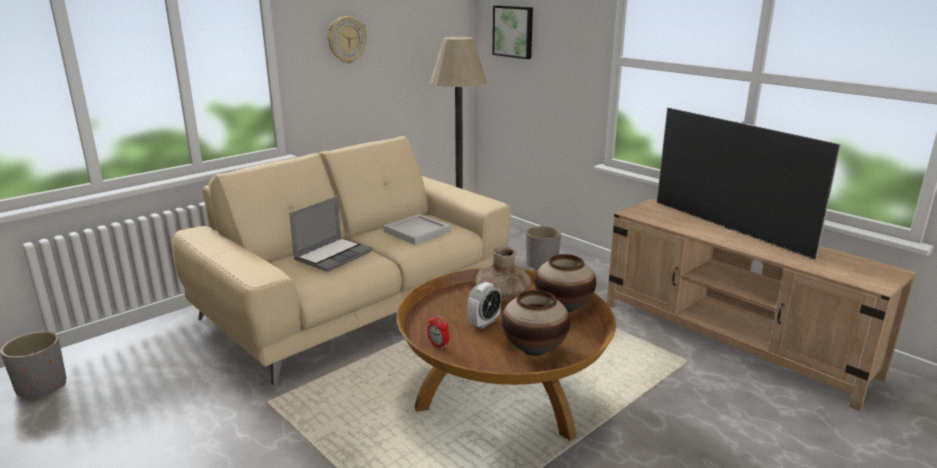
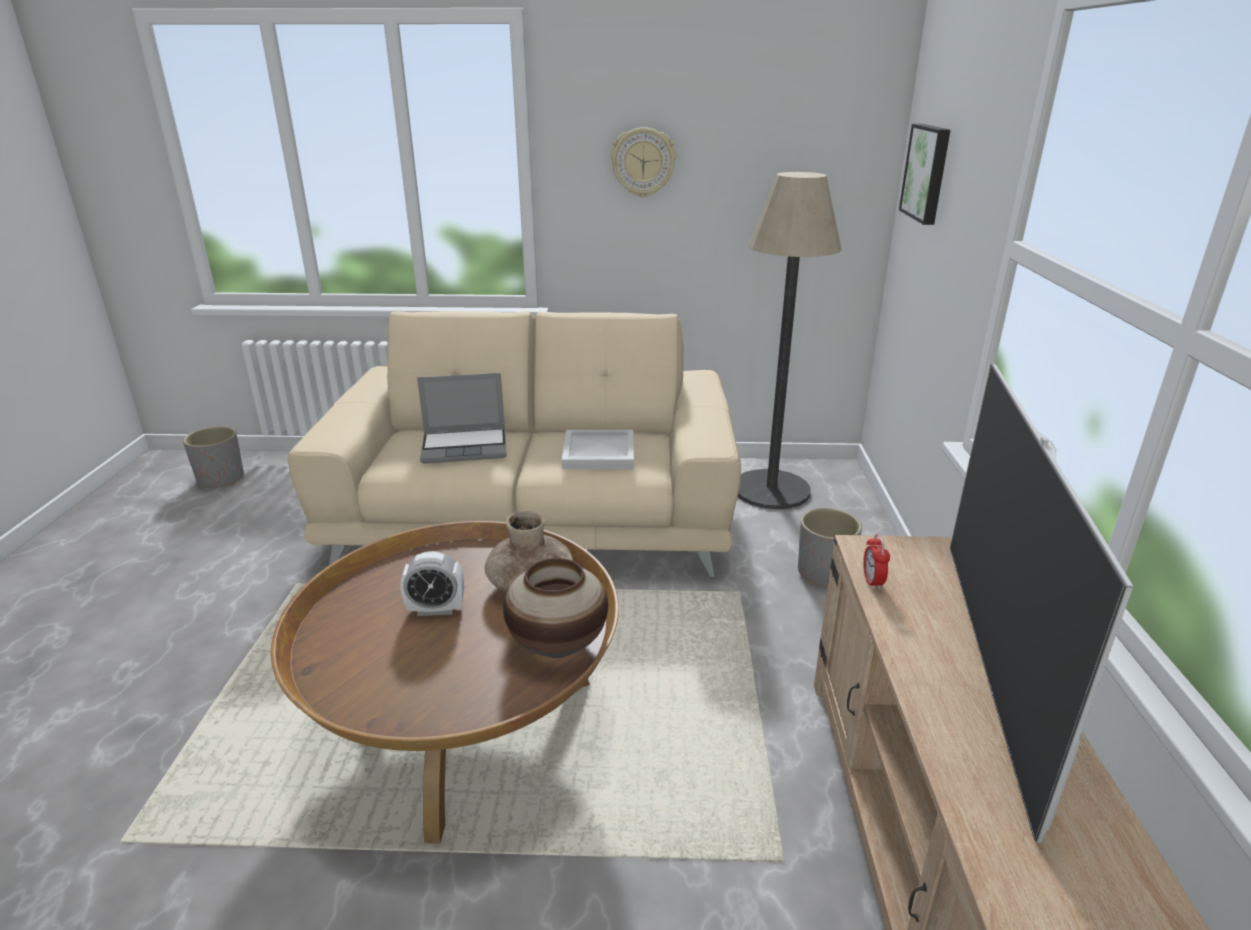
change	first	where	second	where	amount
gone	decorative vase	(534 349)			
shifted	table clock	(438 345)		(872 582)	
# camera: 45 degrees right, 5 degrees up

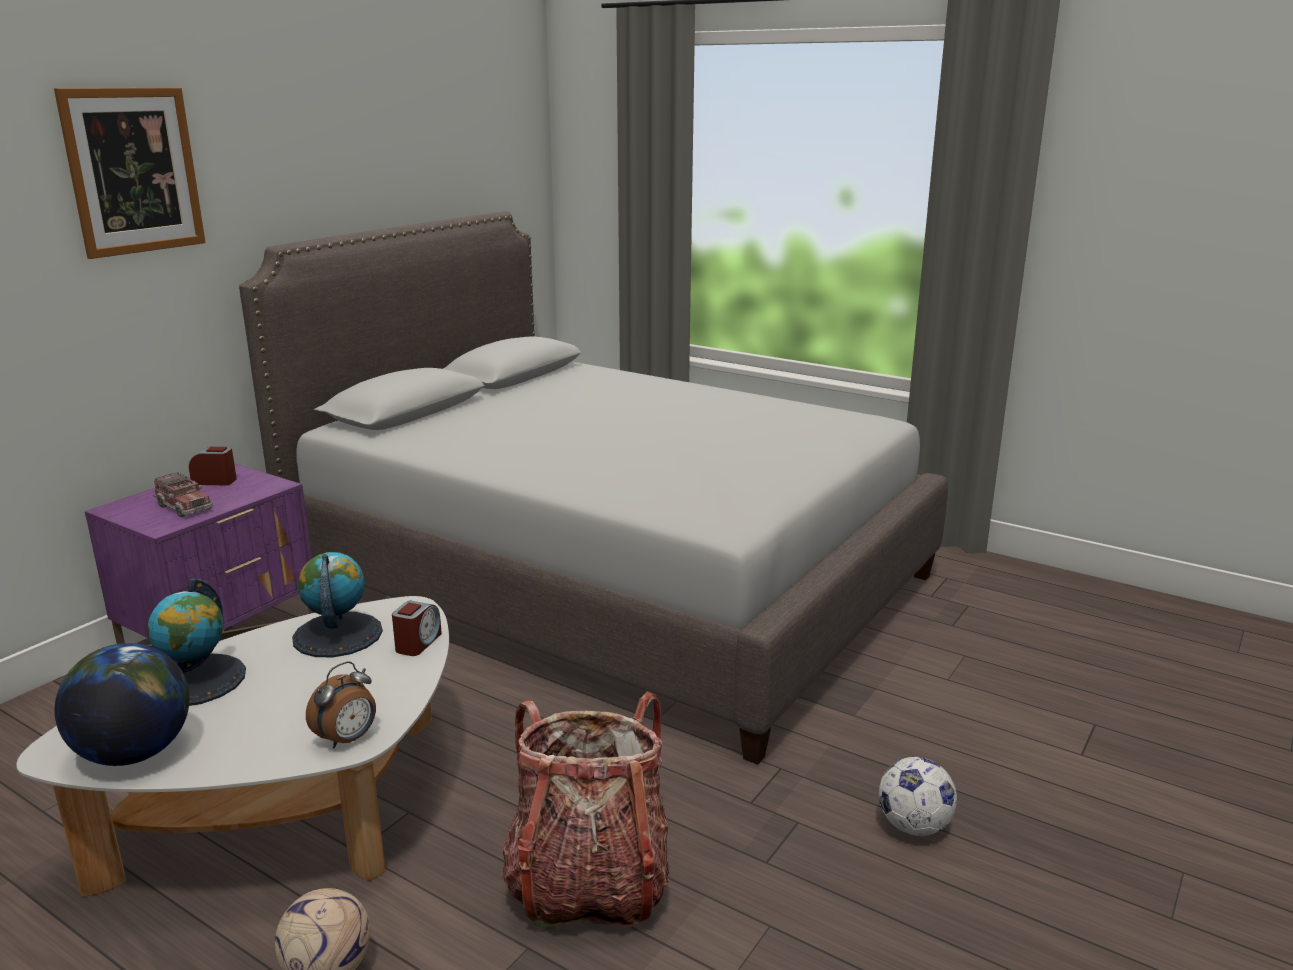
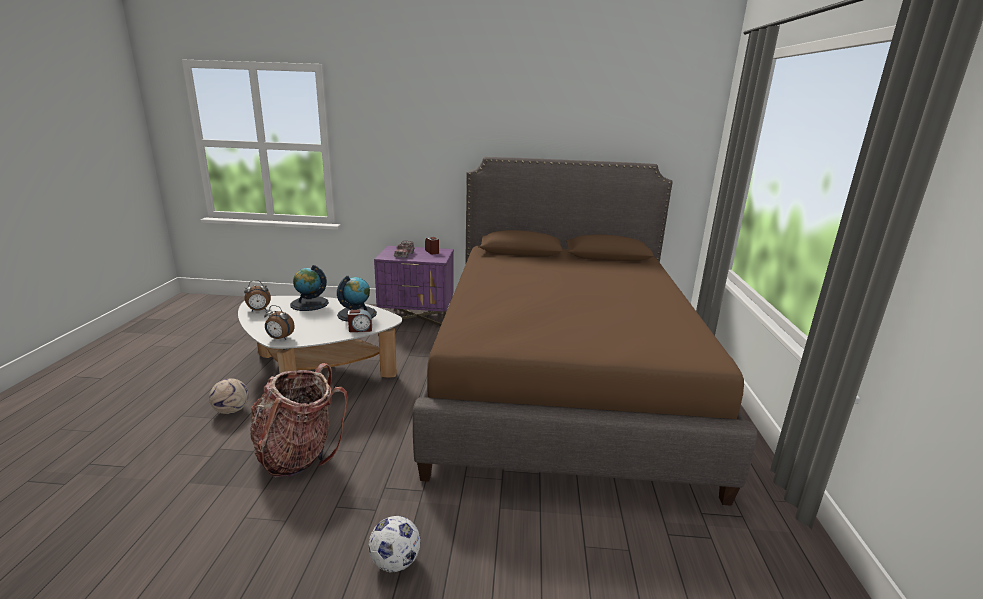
change	first	where	second	where	amount
gone	wall picture	(133 171)			
swapped	globe	(134 753)	table clock	(259 310)	
repainted	bed/greyish	(611 579)	bed/brown	(562 381)	
# camera: 60 degrees right, 0 degrees up

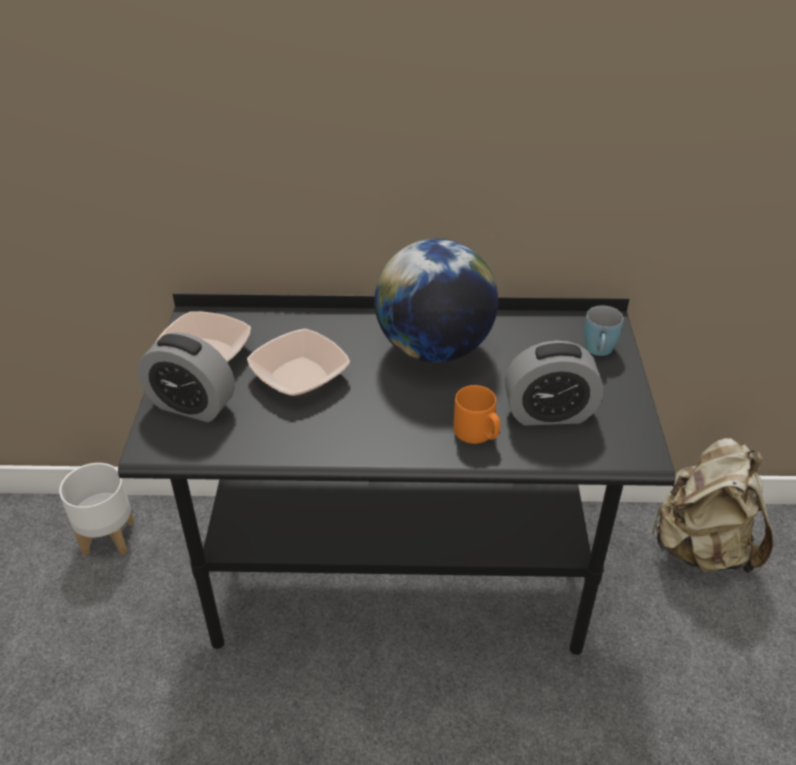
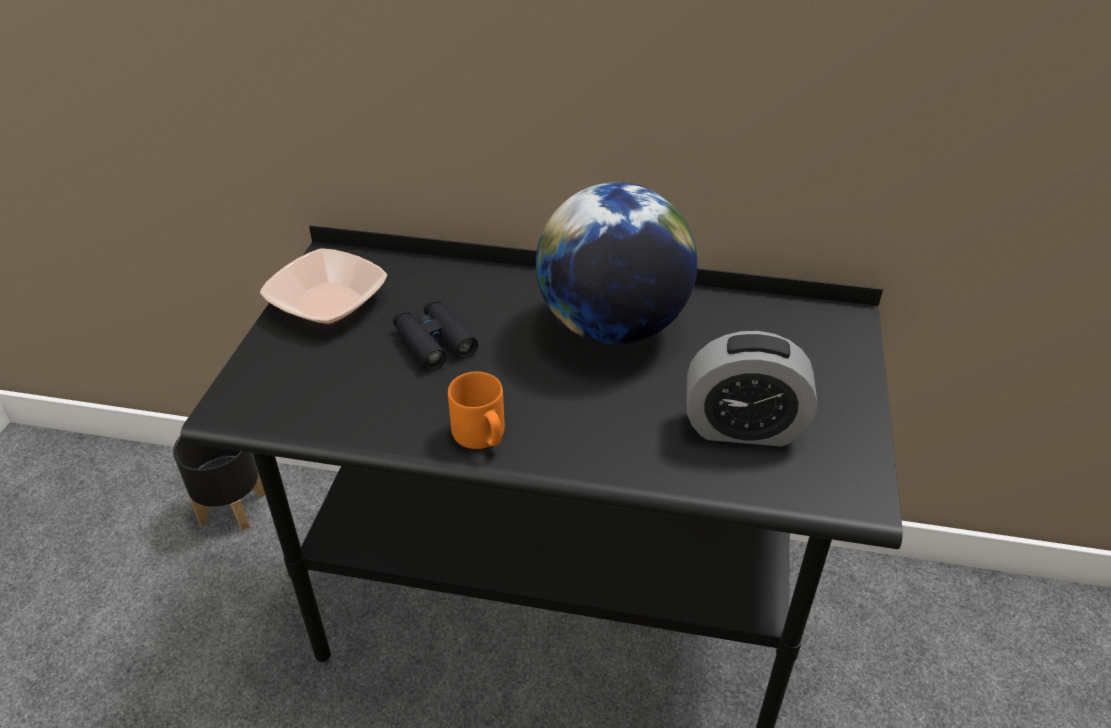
change	first	where	second	where	amount
gone	table clock	(192 405)			
gone	coffee mug/bluish	(599 352)			
gone	backpack/beige	(701 548)			
shifted	coffee mug/orangey	(477 433)		(481 436)	
swapped	bowl	(299 376)	binoculars/black-coloured	(434 342)	
repainted	flower pot/white	(108 536)	flower pot/black-coloured	(233 507)	
# camera: 10 degrees right, 0 degrees up

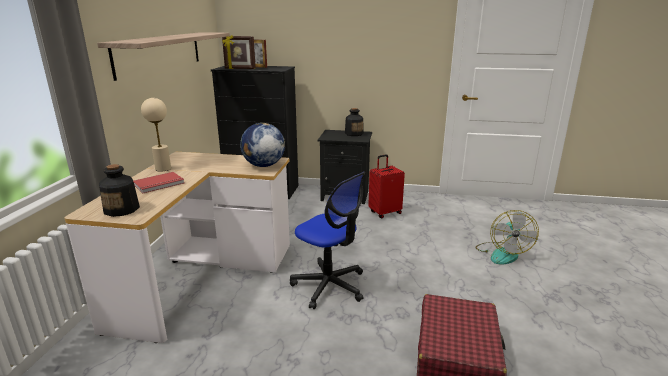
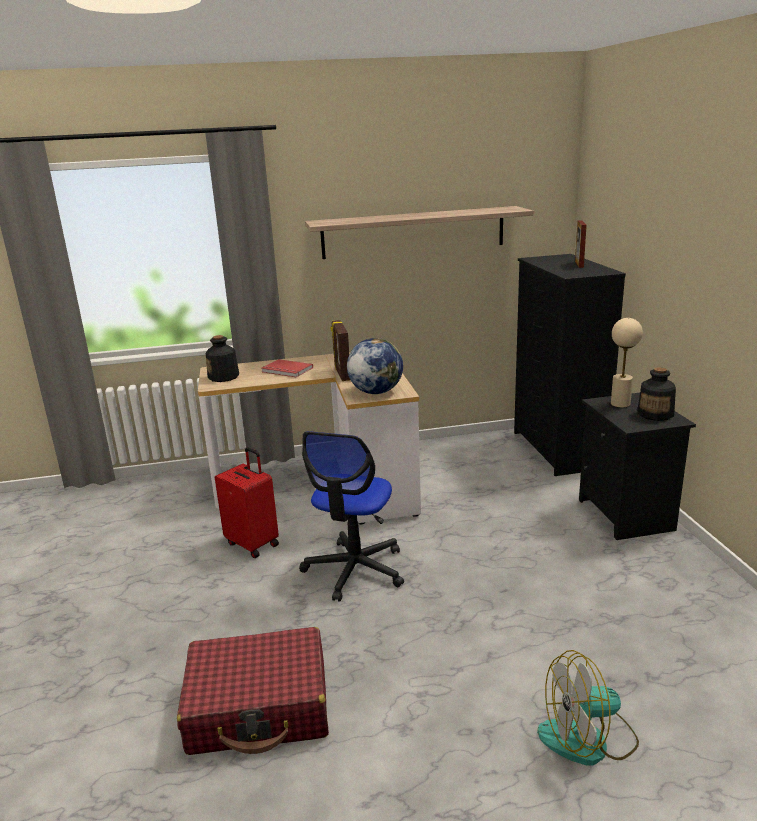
change	first	where	second	where	amount
shifted	lamp for a table/beige	(163 168)		(620 404)	
shifted	standing frame	(240 69)		(342 374)	
shifted	piece of luggage/red	(384 212)		(253 543)	
# camera: 70 degrees right, 0 degrees up

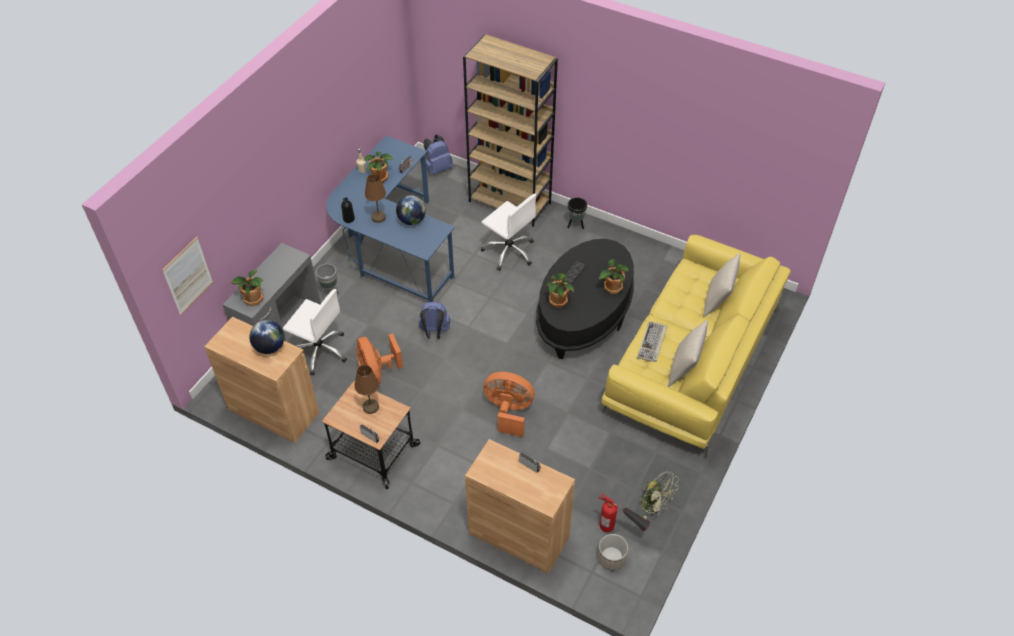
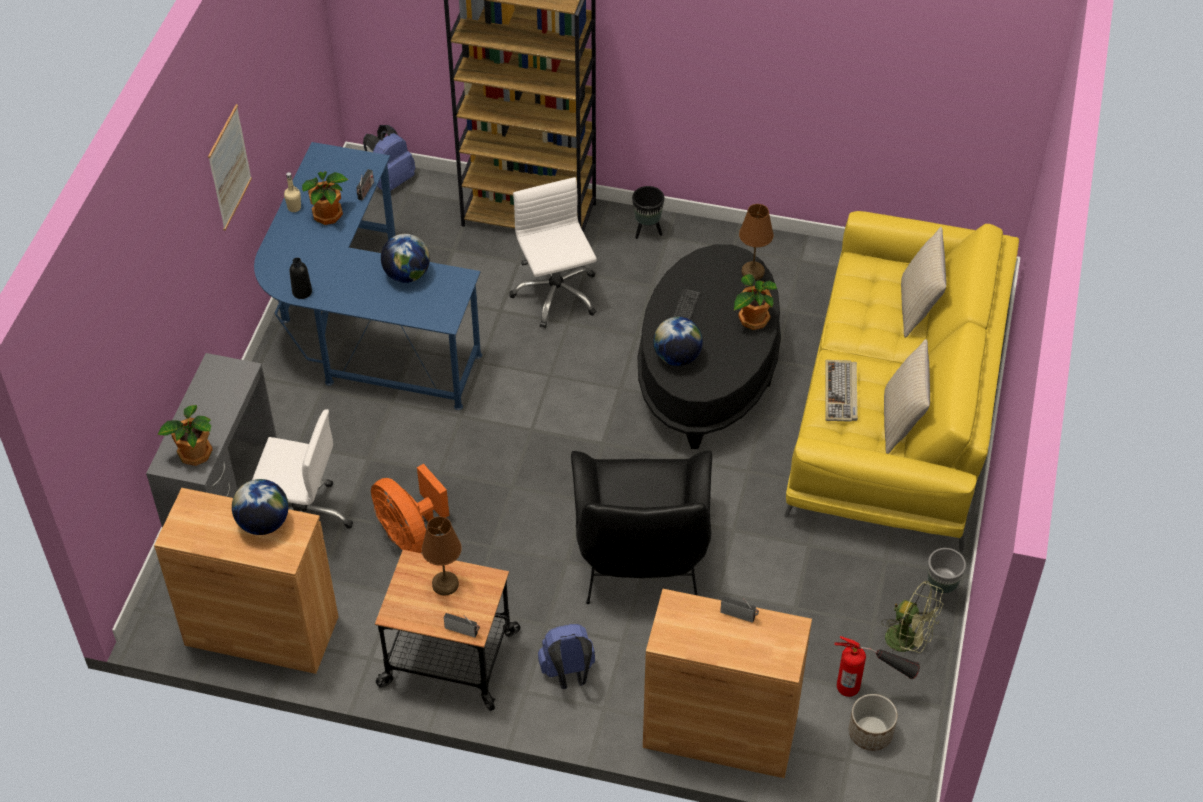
change	first	where	second	where	amount
shifted	wall picture	(188 276)		(229 167)	
shifted	flower pot/greyish	(330 292)		(939 595)	
shifted	lamp for a table/brown	(378 217)		(753 272)	
shifted	backpack/bluish	(434 332)		(568 674)	
swapped	electric fan/orangey	(508 411)	lounge chair/black-coloured	(641 548)	
swapped	potted plant	(558 301)	globe	(677 357)	
rotated	computer chair/white	(509 251)		(555 295)	135 degrees counterclockwise
# camera: 15 degrees left, 0 degrees up

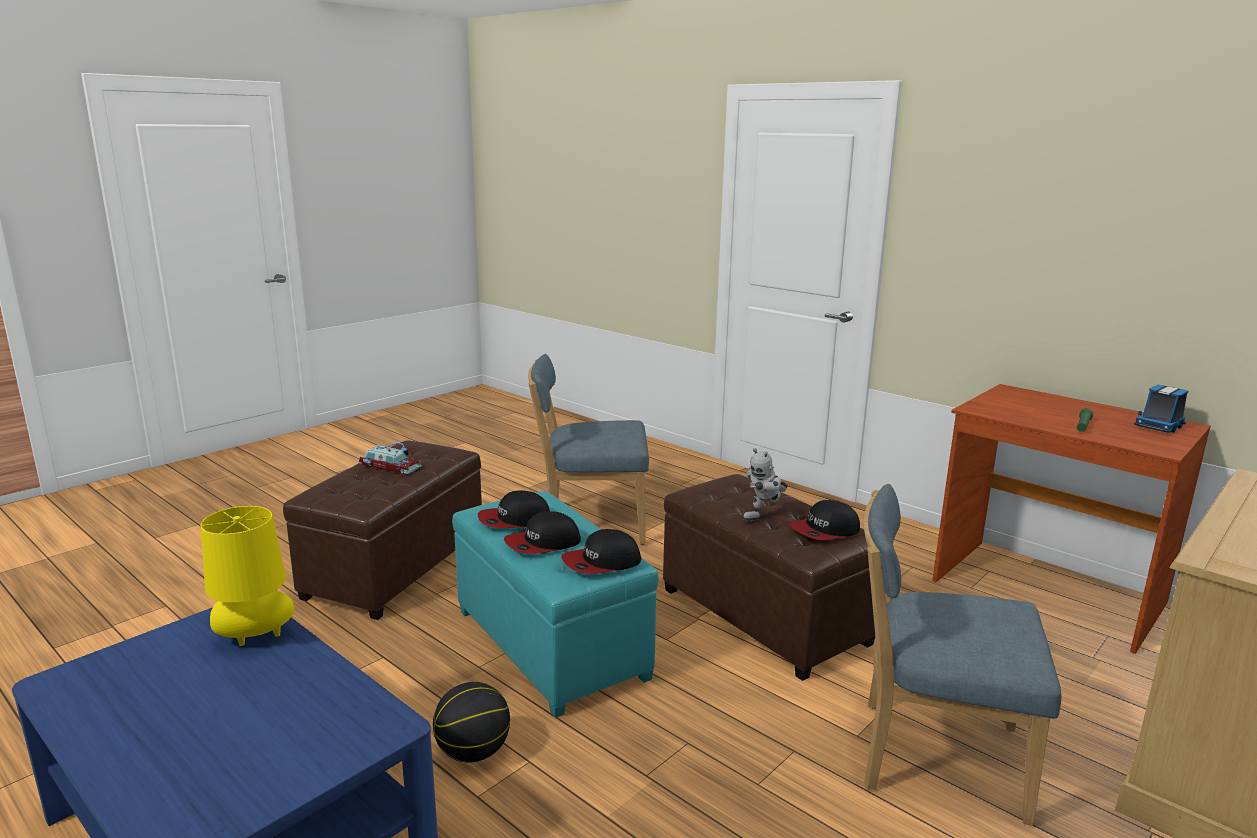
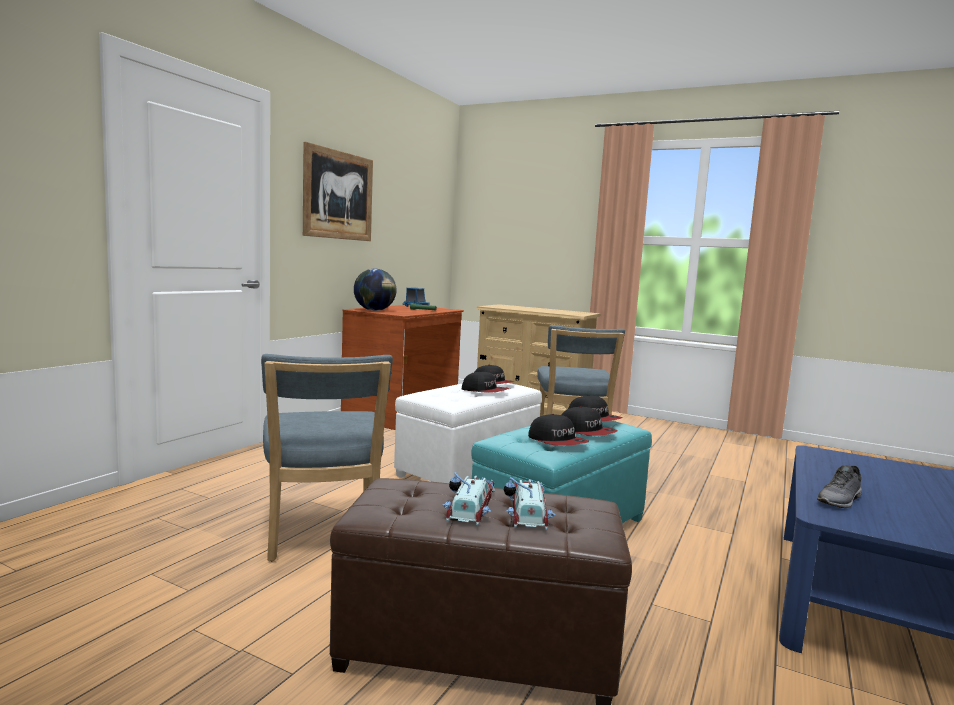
change	first	where	second	where	amount
gone	basketball	(473 752)			
new			wall picture	(338 195)	
new			globe	(374 310)	
new			model car	(526 511)	
swapped	lamp for a table/yellow-coloured	(254 639)	low shoe/greyish	(840 500)	
swapped	model robot	(764 518)	baseball cap	(484 391)	
repainted	pouffe/brown	(764 615)	pouffe/white	(468 468)	
# camera: 105 degrees left, 10 degrees down

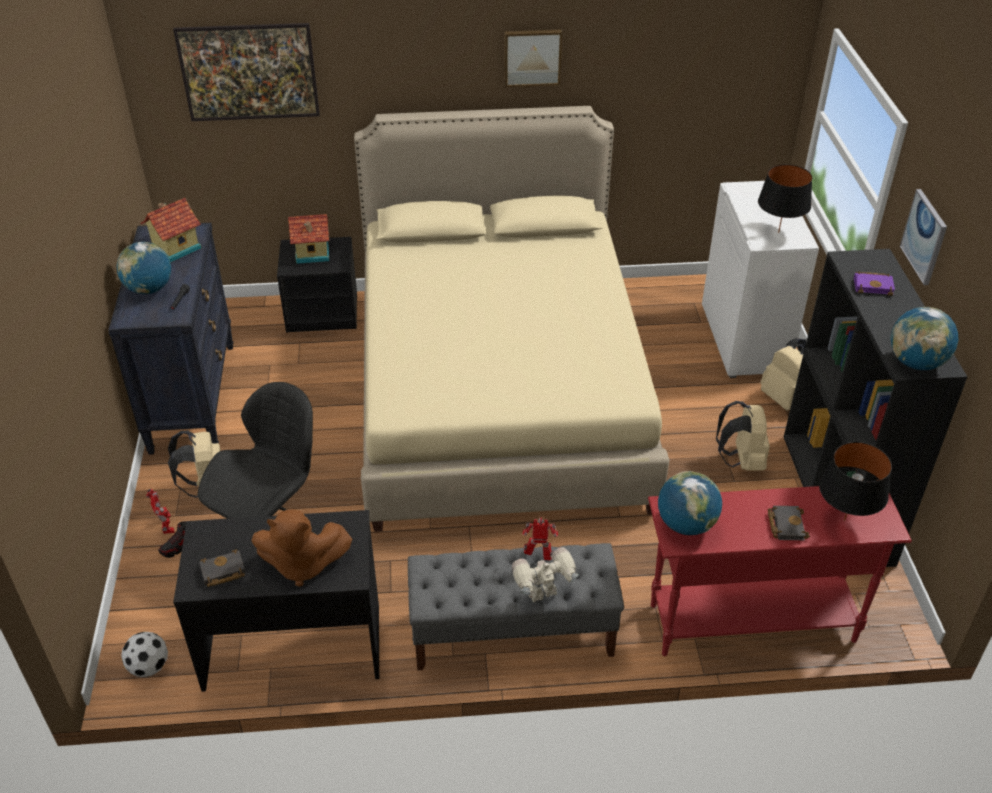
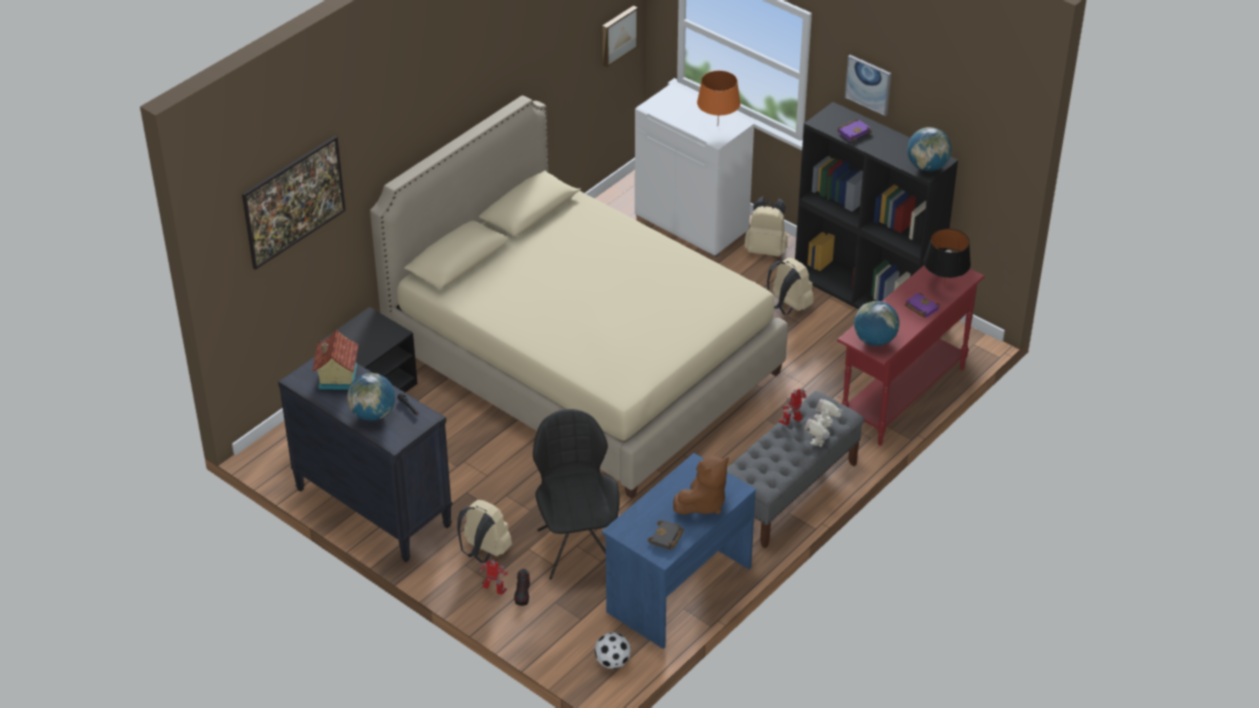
change	first	where	second	where	amount
gone	model house	(312 253)			
shifted	wall picture	(532 57)		(618 35)	
repainted	desk unit/black-coloured	(292 644)	desk unit/bluish	(677 589)	
repainted	lamp for a table/black-coloured	(778 232)	lamp for a table/orangey	(717 126)	
repainted	book/black-coloured	(785 524)	book/purple	(920 307)	
# camera: 45 degrees left, 0 degrees up

